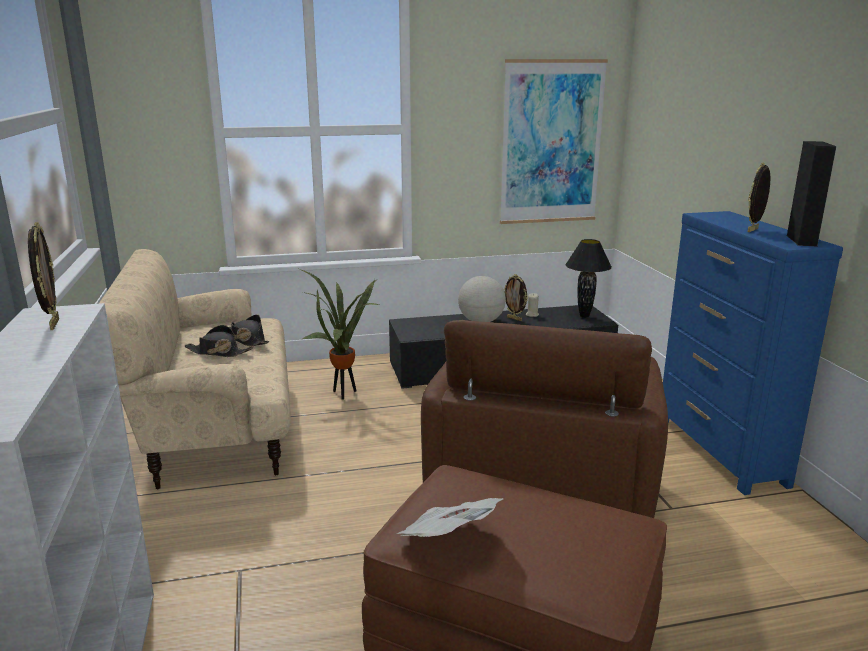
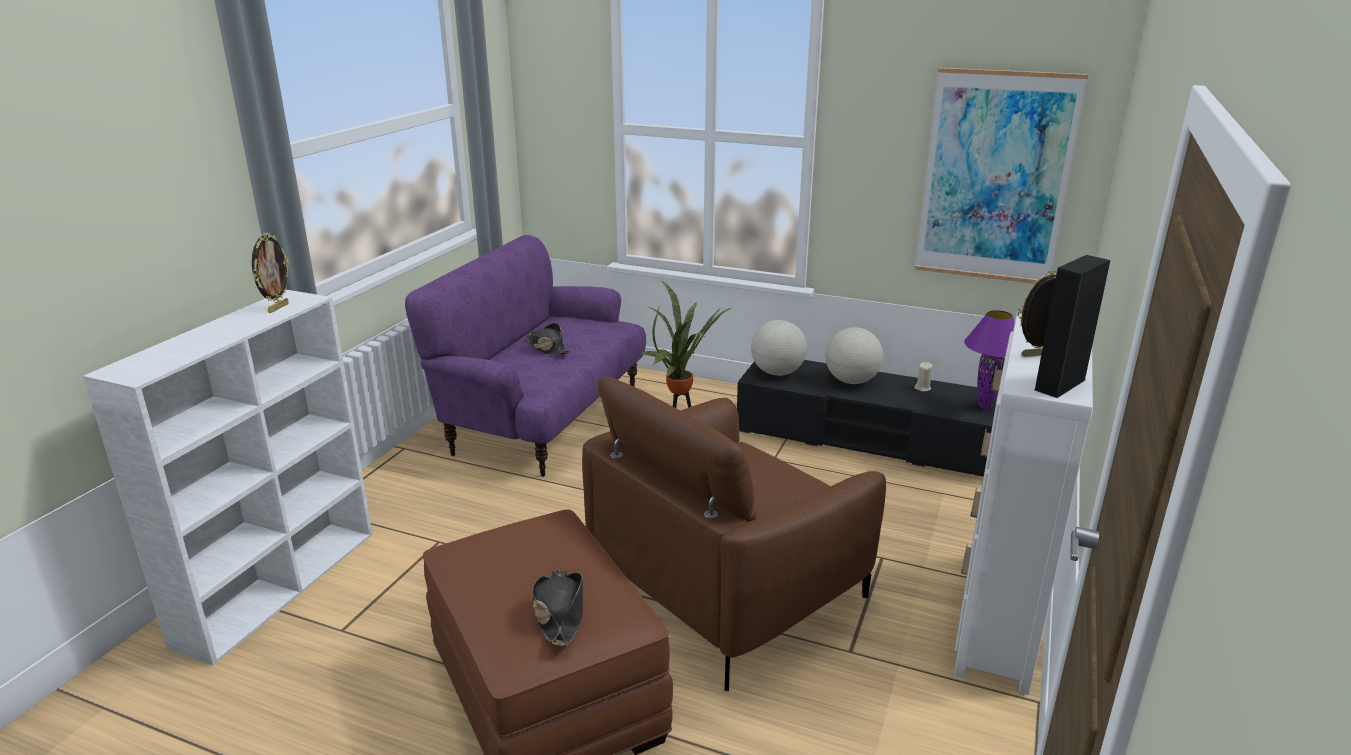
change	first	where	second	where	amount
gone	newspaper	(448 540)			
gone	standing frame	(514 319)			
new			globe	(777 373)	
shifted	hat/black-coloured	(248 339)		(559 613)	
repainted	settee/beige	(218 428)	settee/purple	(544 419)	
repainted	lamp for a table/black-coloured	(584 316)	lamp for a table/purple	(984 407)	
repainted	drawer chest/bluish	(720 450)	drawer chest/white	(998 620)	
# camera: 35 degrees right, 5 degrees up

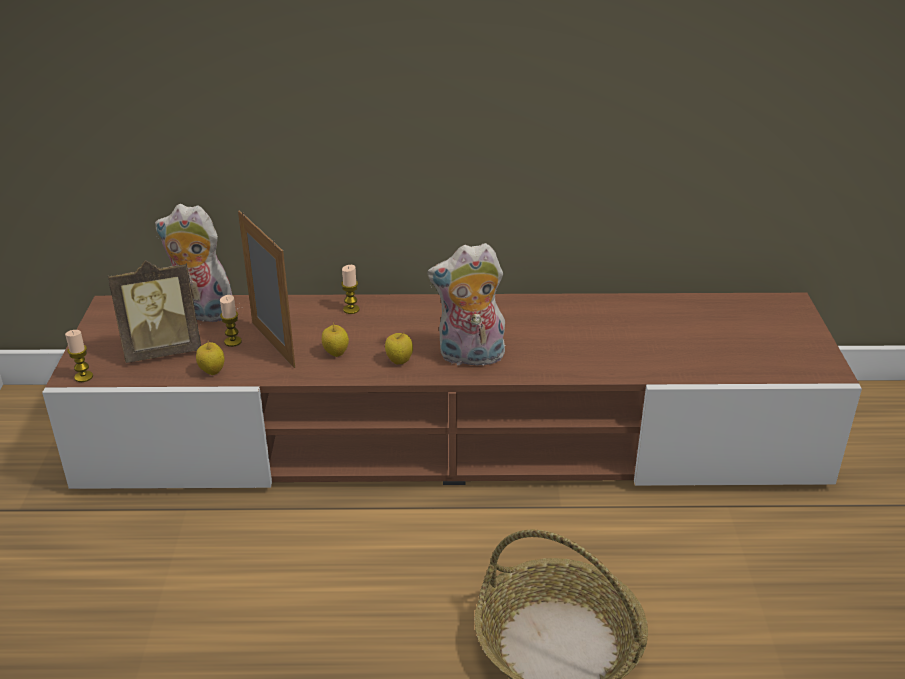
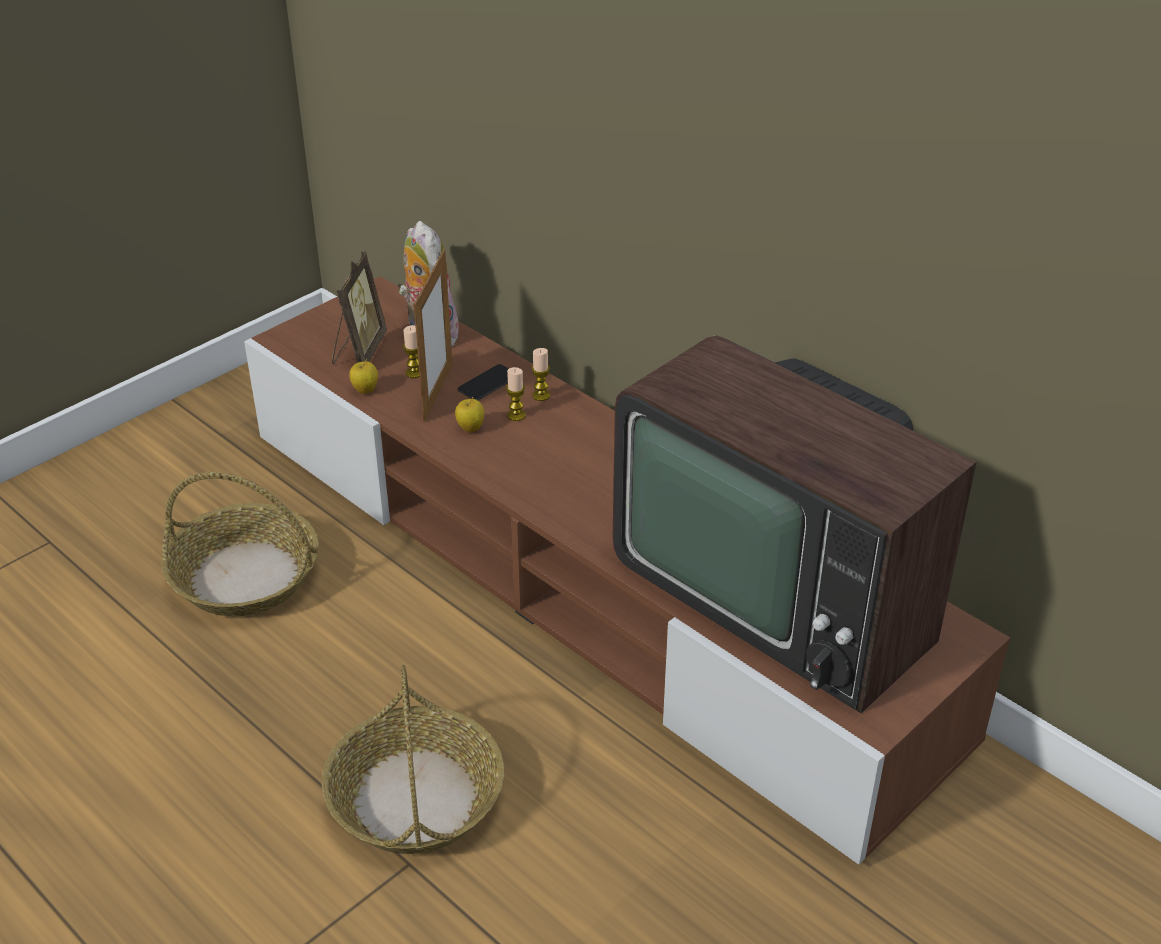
change	first	where	second	where	amount
gone	apple fruit	(399 361)			
gone	soft toy	(470 357)			
new			basket	(246 576)	
new			telephone	(488 383)	
new			television	(780 586)	
shifted	candle	(83 377)		(516 415)	
rotated	standing frame	(163 350)		(358 352)	105 degrees counterclockwise
# camera: 45 degrees right, 5 degrees up

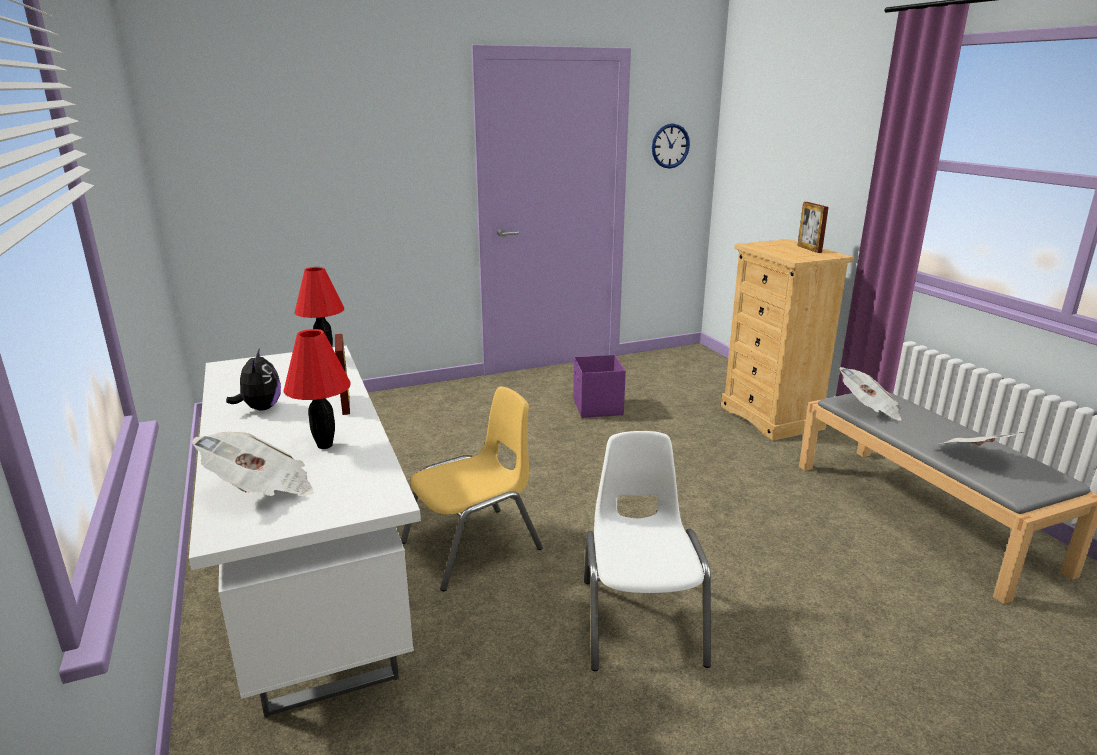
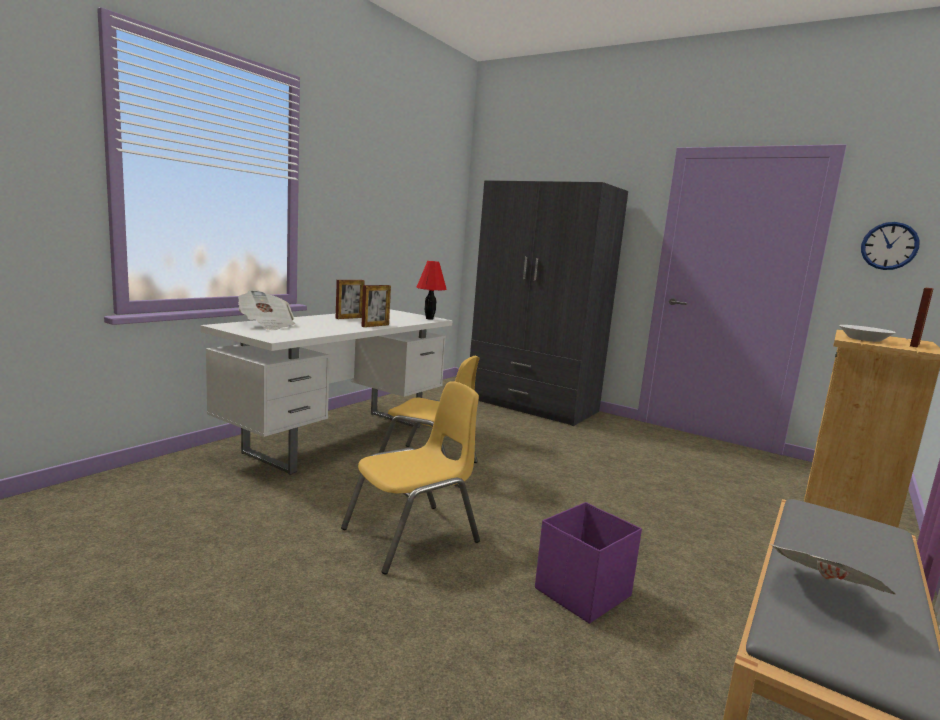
change	first	where	second	where	amount
gone	lamp for a table/red	(324 446)			
gone	newspaper	(868 409)			
new			clothes cupboard/greyish	(532 405)	
new			bowl/white	(864 339)	
shifted	storage container/purple	(597 407)		(581 593)	
swapped	soft toy	(260 408)	standing frame	(349 318)	
repainted	chair/white	(641 620)	chair/yellow-coloured	(412 536)	
# camera: 55 degrees right, 10 degrees down

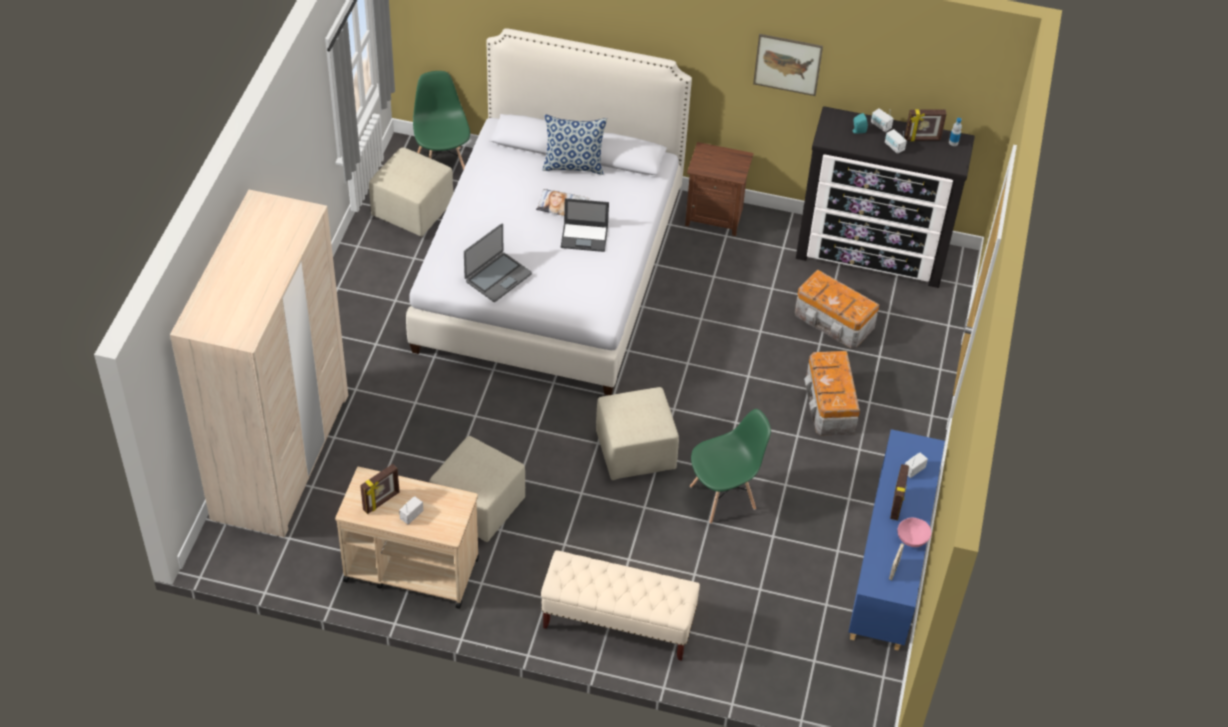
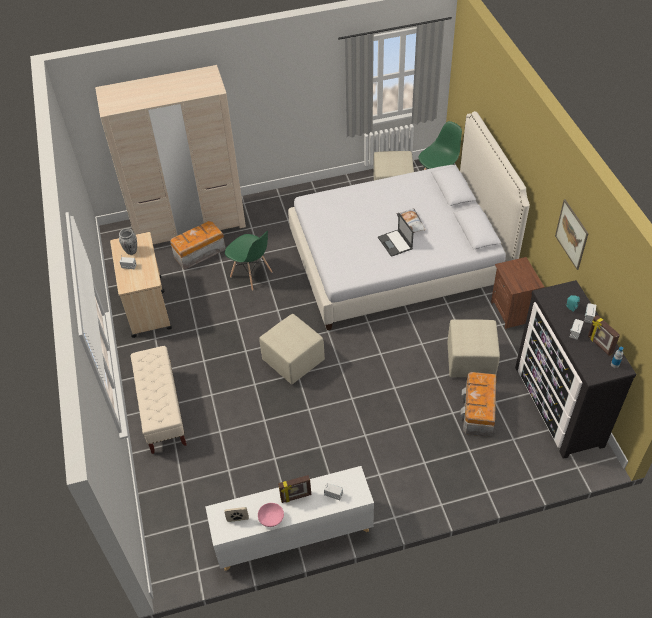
change	first	where	second	where	amount
gone	portable computer	(497 277)			
gone	cushion	(573 166)			
shifted	pouffe/beige	(479 506)		(471 361)	
shifted	chair/green	(723 497)		(251 275)	
shifted	storage container	(829 405)		(198 253)	
swapped	standing frame	(381 501)	decorative vase	(131 251)	
repainted	cupboard/bluish	(889 565)	cupboard/white	(293 534)	
# camera: 65 degrees right, 0 degrees up

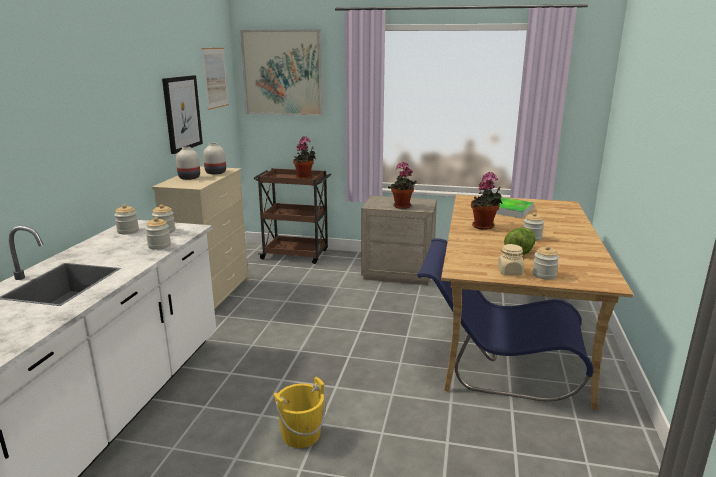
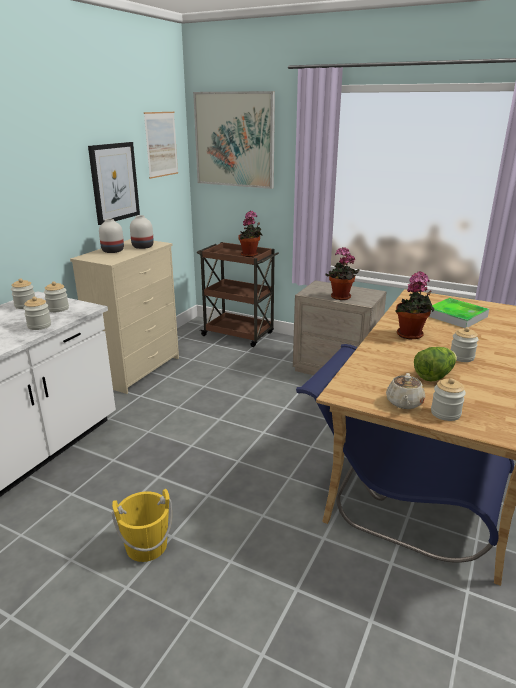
change	first	where	second	where	amount
swapped	preserve jar/beige	(510 272)	teapot/beige	(404 403)	
# camera: 15 degrees right, 5 degrees up

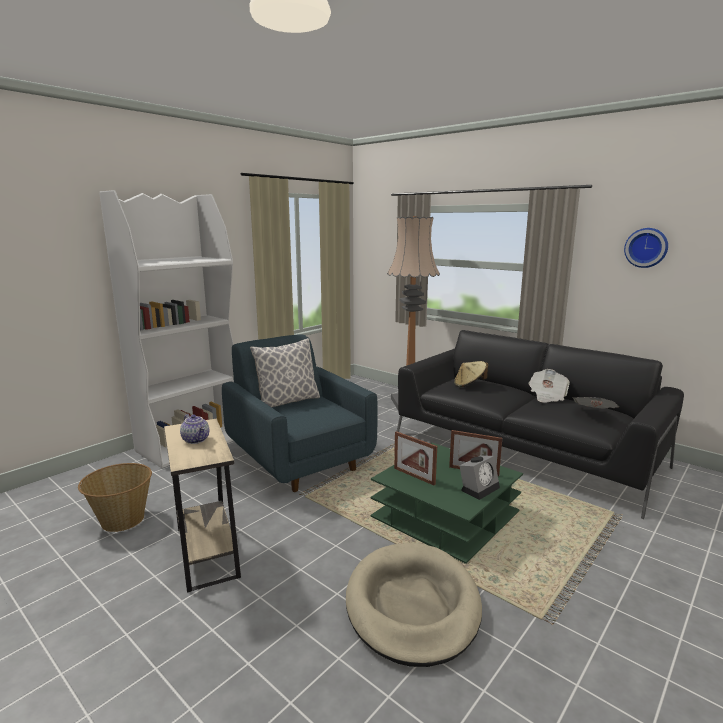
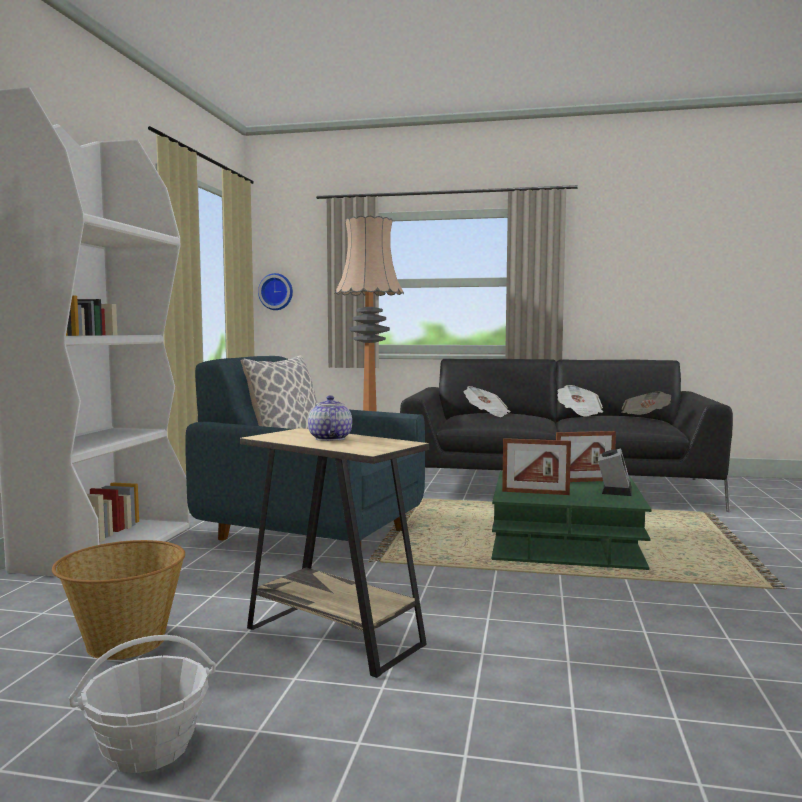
change	first	where	second	where	amount
gone	pet bed/beige	(412 605)			
new			basket	(148 748)	
shifted	wall clock	(646 247)		(276 292)	
swapped	hat/beige	(469 385)	newspaper	(487 414)	
rotated	teapot	(196 440)		(329 439)	120 degrees counterclockwise
# camera: 30 degrees left, 10 degrees down

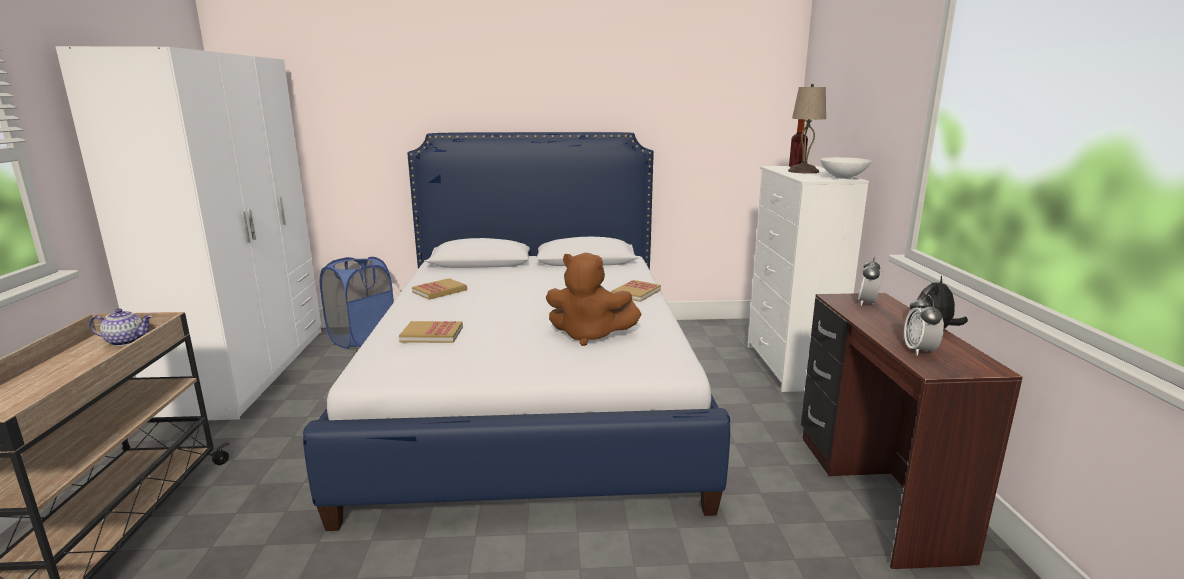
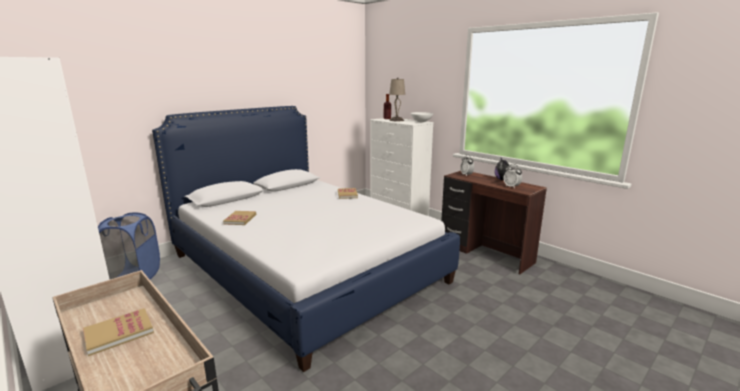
change	first	where	second	where	amount
gone	teapot	(127 341)			
gone	soft toy/brown	(589 335)			
shifted	book	(432 334)		(119 333)	
# camera: 40 degrees left, 0 degrees up

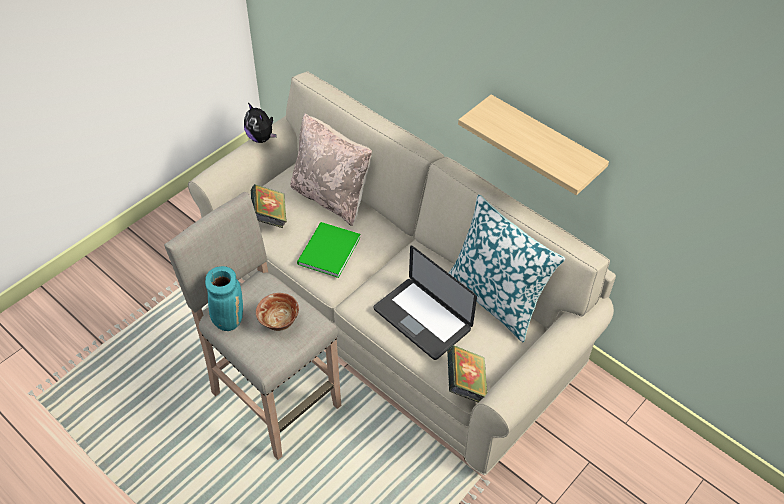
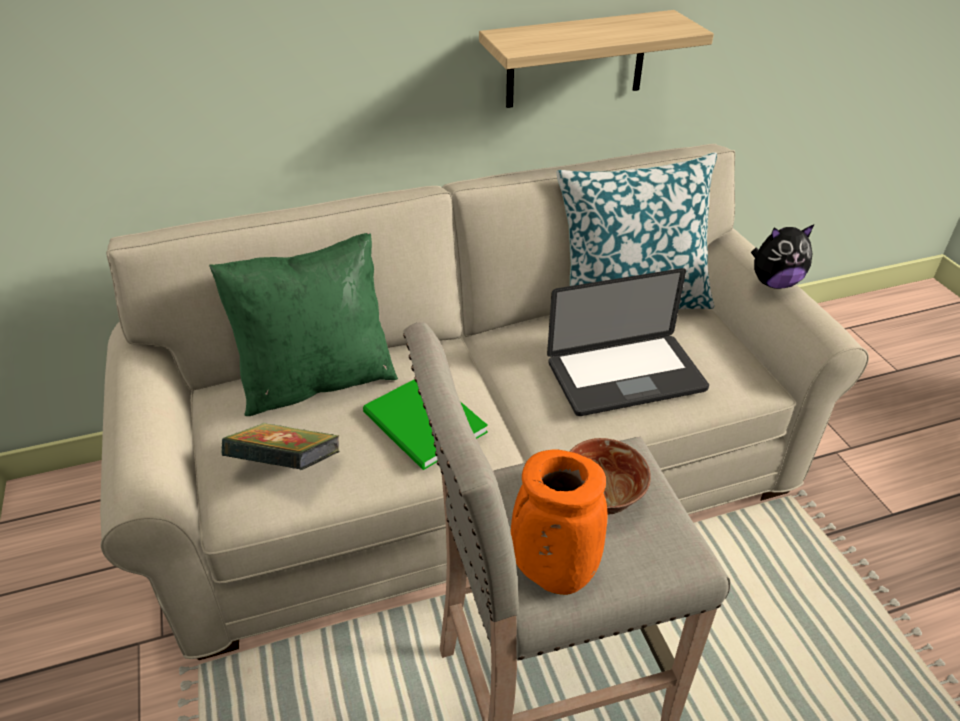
change	first	where	second	where	amount
gone	book	(465 383)			
shifted	soft toy	(261 138)		(774 283)	
repainted	decorative vase/blue-green	(228 319)	decorative vase/orangey	(551 573)	
repainted	cushion/beige	(331 197)	cushion/green	(317 380)	
# camera: 60 degrees left, 10 degrees down

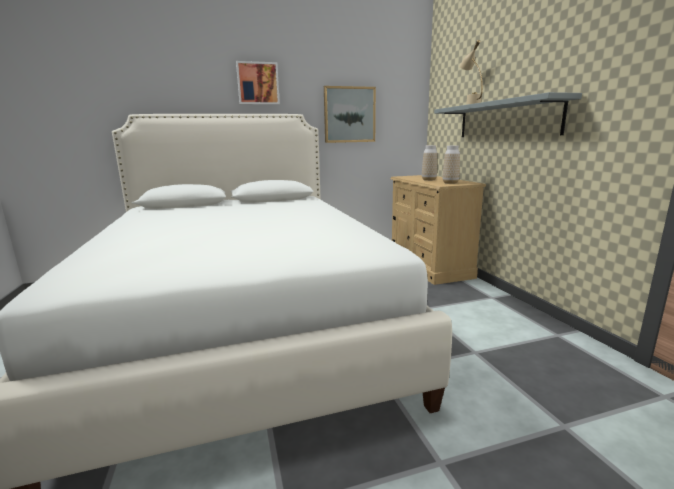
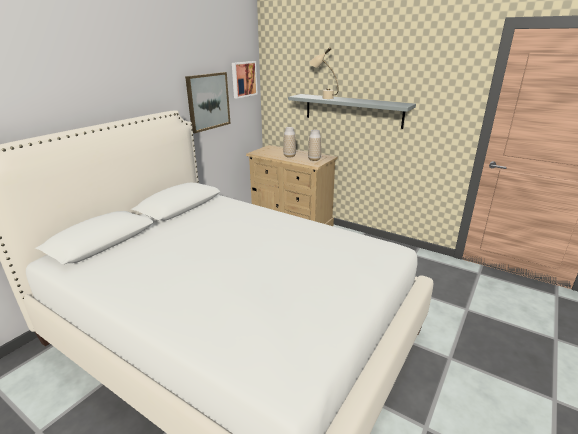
change	first	where	second	where	amount
shifted	wall picture	(258 83)		(243 79)	
# camera: 40 degrees left, 10 degrees up

